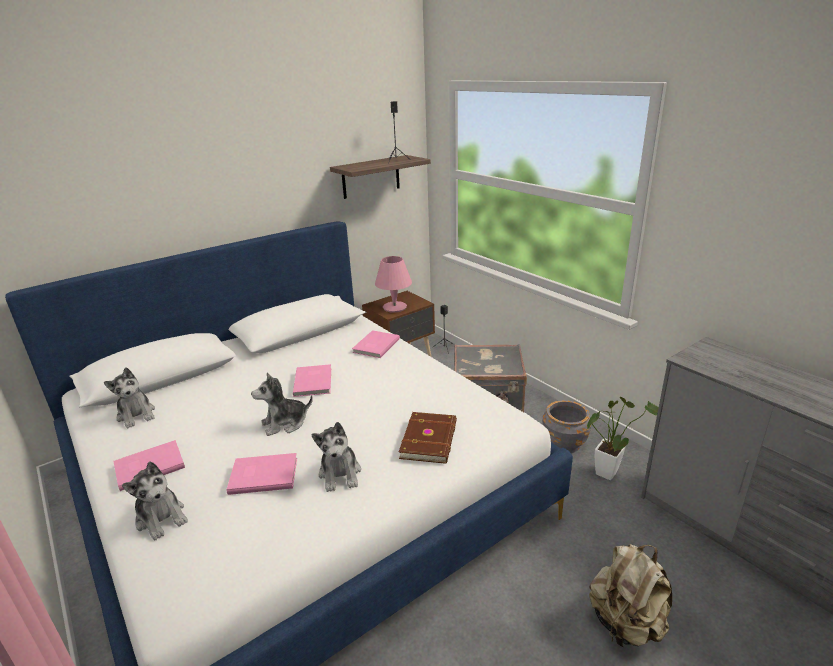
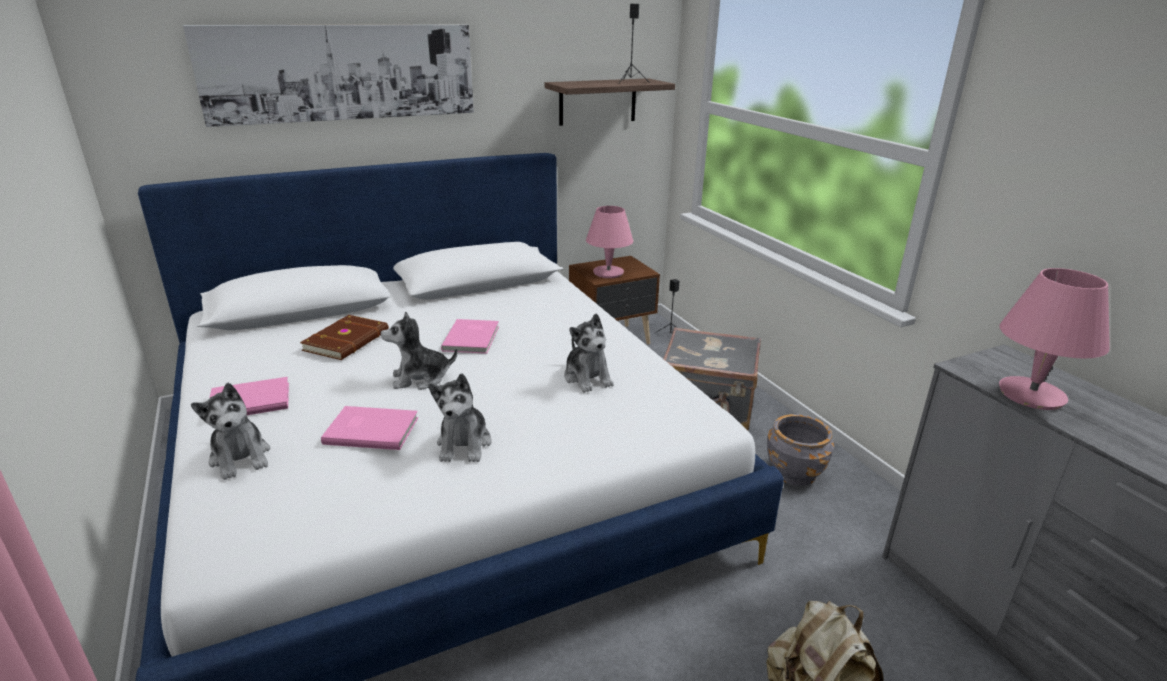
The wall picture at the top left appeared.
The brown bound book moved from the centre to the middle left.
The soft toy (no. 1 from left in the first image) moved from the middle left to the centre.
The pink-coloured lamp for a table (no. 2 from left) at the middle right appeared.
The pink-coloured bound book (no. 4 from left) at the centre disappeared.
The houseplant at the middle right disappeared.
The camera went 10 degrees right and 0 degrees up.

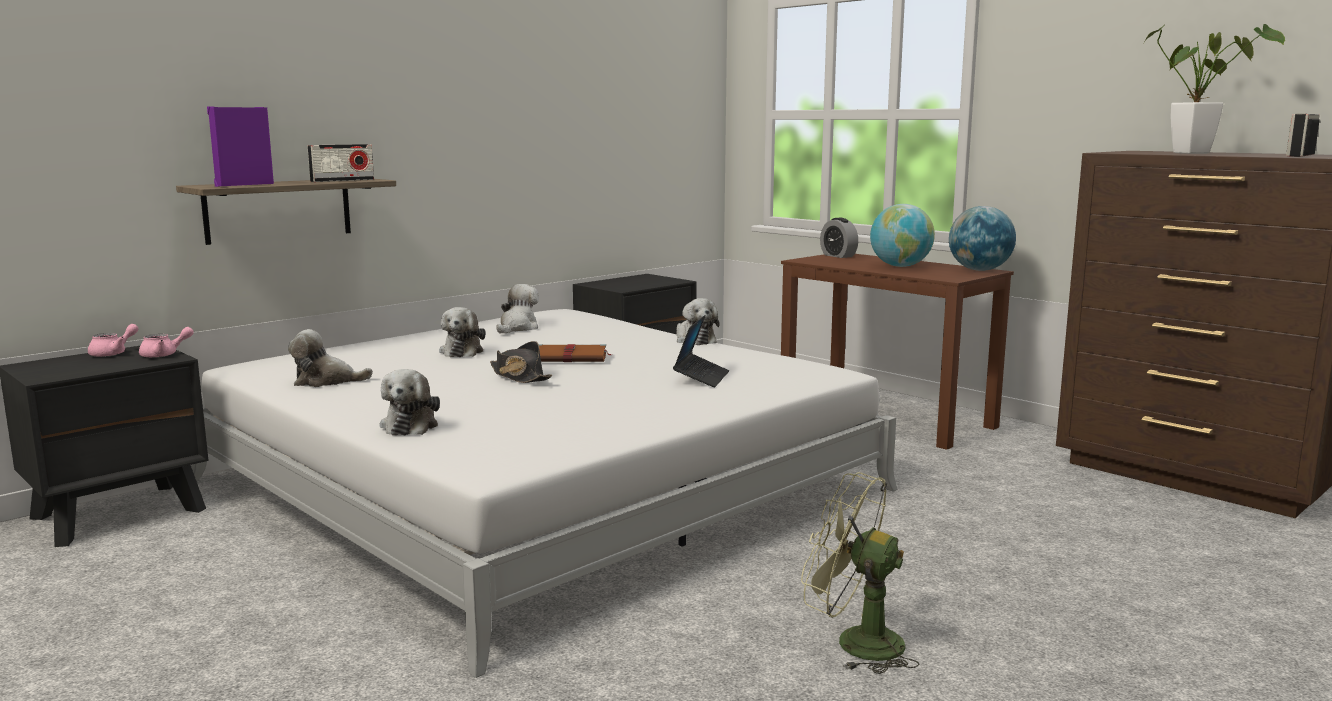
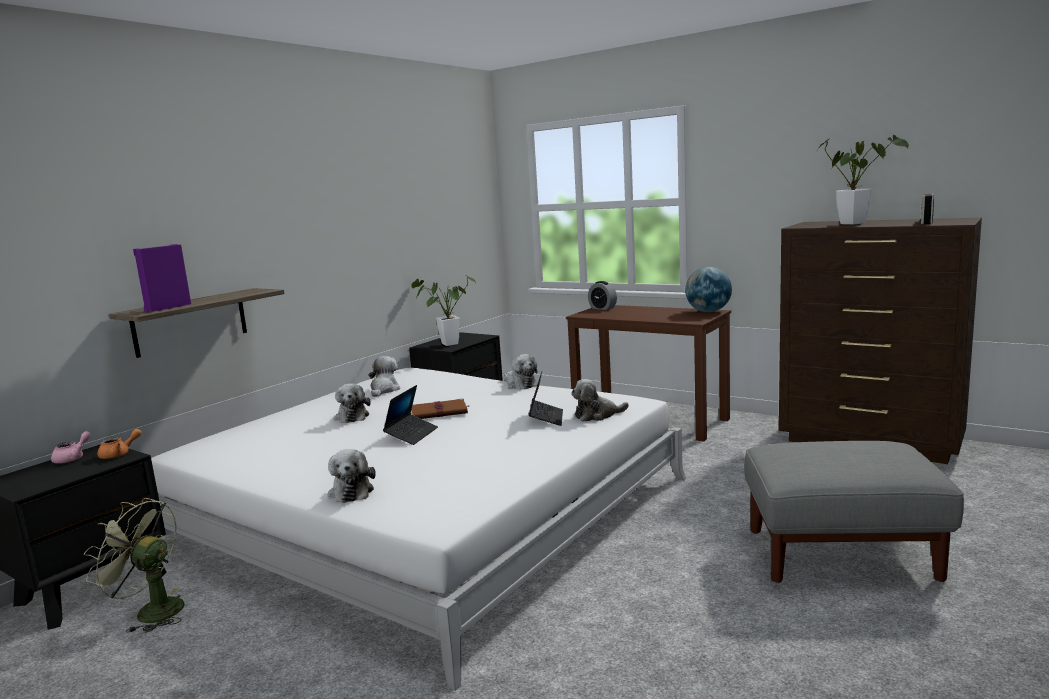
The greenish cooling fan moved from the bottom centre to the bottom left.
The pink-coloured pot for tea (no. 2 from left) at the middle left became the orange-coloured pot for tea at the middle left.
The black-coloured hat at the centre was replaced by the laptop (no. 1 from left) at the centre.
The houseplant (no. 1 from left) at the centre appeared.
The soft toy (no. 1 from left in the first image) moved from the middle left to the centre.
The gray ottoman at the bottom right appeared.
The radio (no. 1 from left) at the top left disappeared.
The globe (no. 1 from left) at the middle right disappeared.
The camera went 10 degrees left and 0 degrees up.

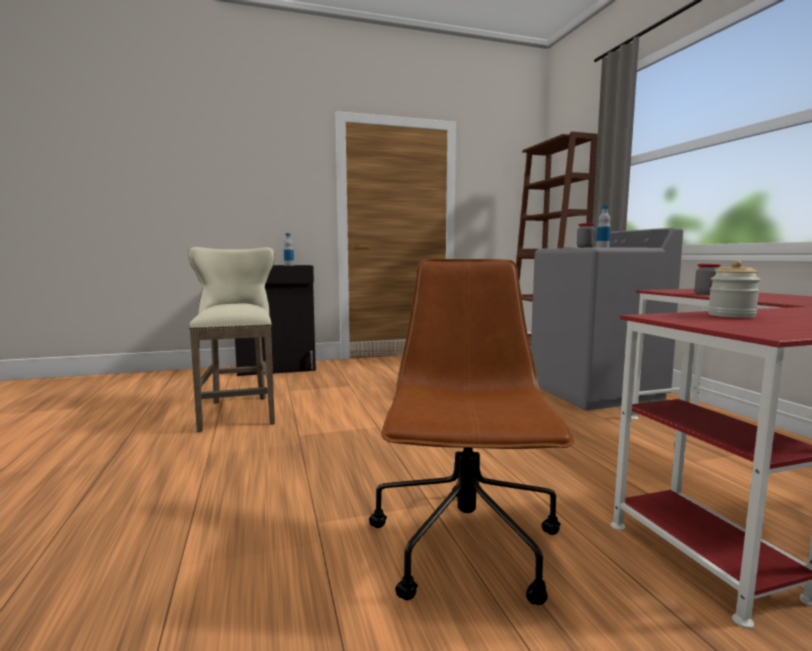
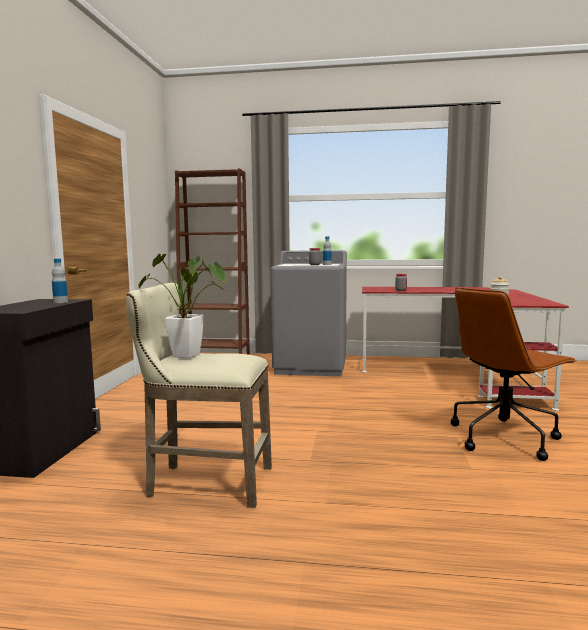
The houseplant at the middle left appeared.
The brown desk chair at the centre turned 60 degrees counterclockwise.
The camera went 65 degrees left and 0 degrees up.

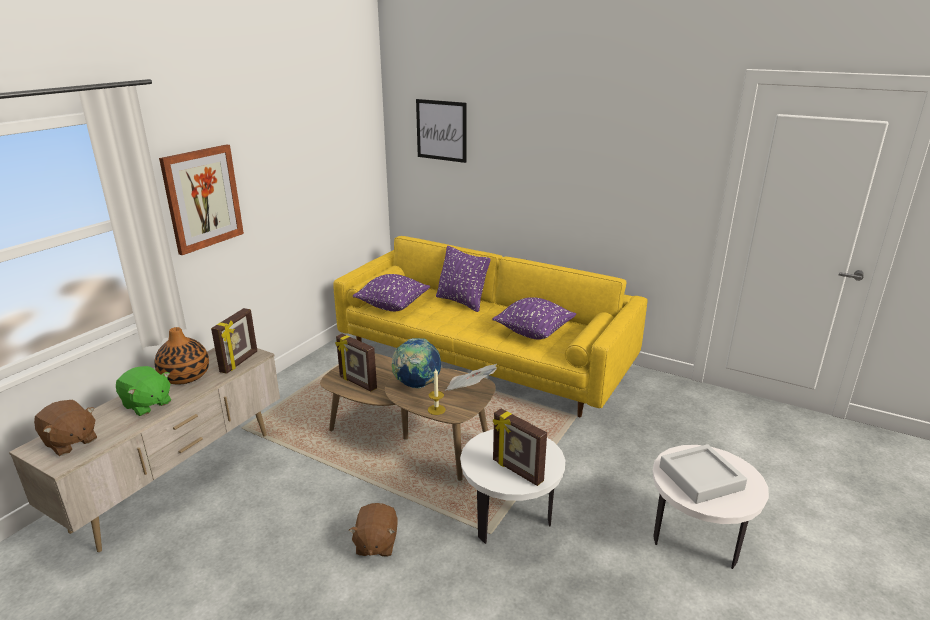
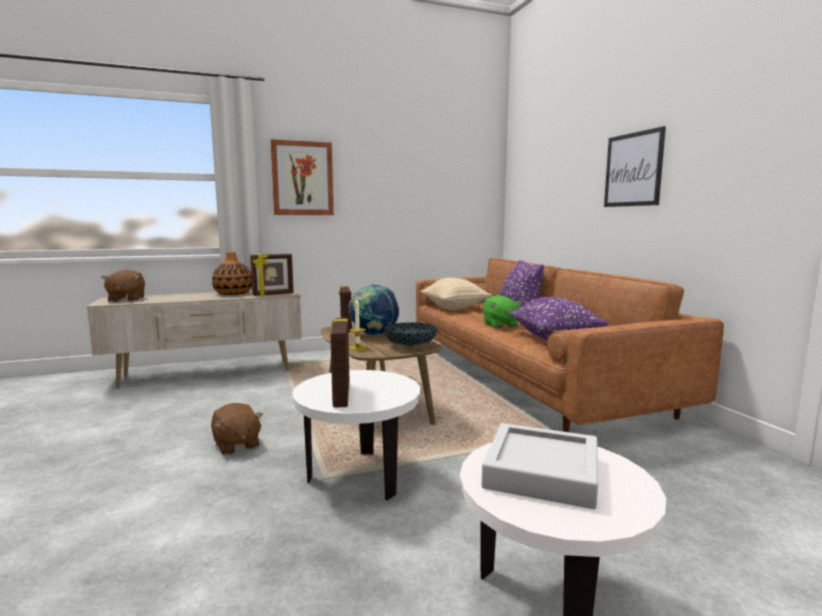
The brown soft toy (no. 2 from left) at the bottom centre turned 75 degrees counterclockwise.
The newspaper at the centre was replaced by the serving bowl at the centre.
The yellowish sofa at the centre became the brown sofa at the middle right.
The purplish throw pillow (no. 1 from left) at the centre became the beige throw pillow at the centre.
The greenish soft toy moved from the middle left to the centre.
The wall picture (no. 2 from left) moved from the top centre to the top right.
The camera went 40 degrees right and 15 degrees down.

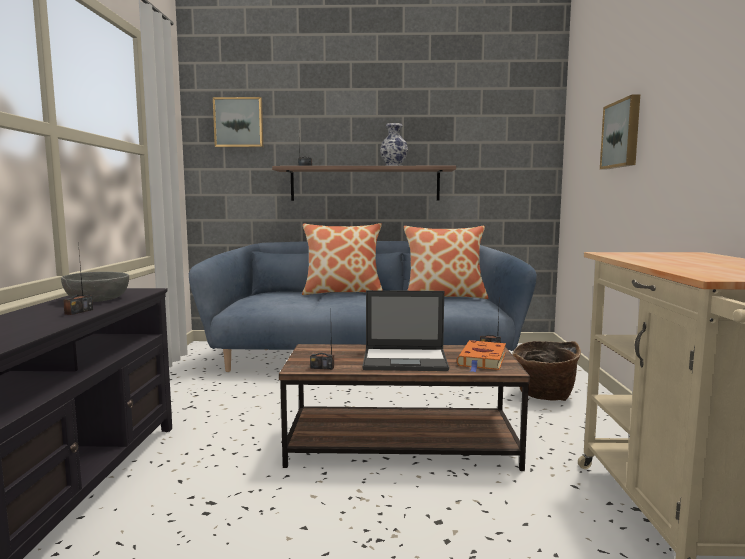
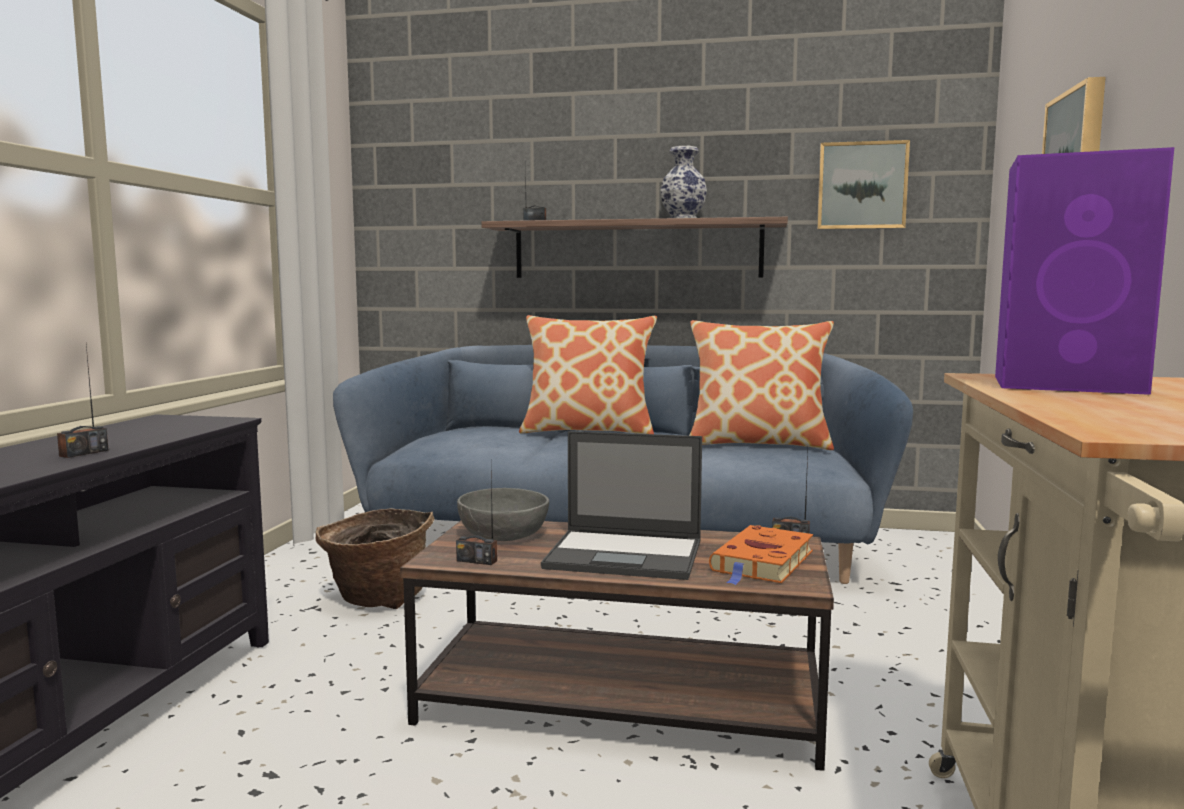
The household basket moved from the middle right to the bottom left.
The gray serving bowl moved from the middle left to the centre.
The wall picture (no. 1 from left) moved from the top left to the top right.
The purplish speaker at the middle right appeared.
The camera went 10 degrees right and 0 degrees up.

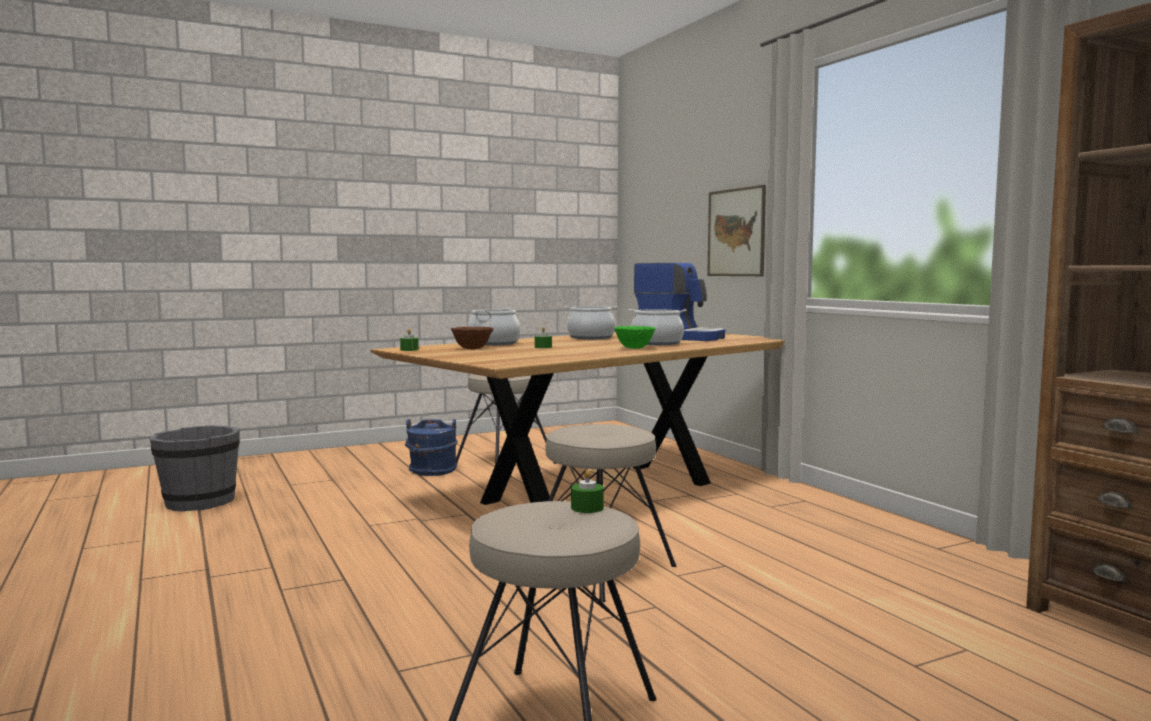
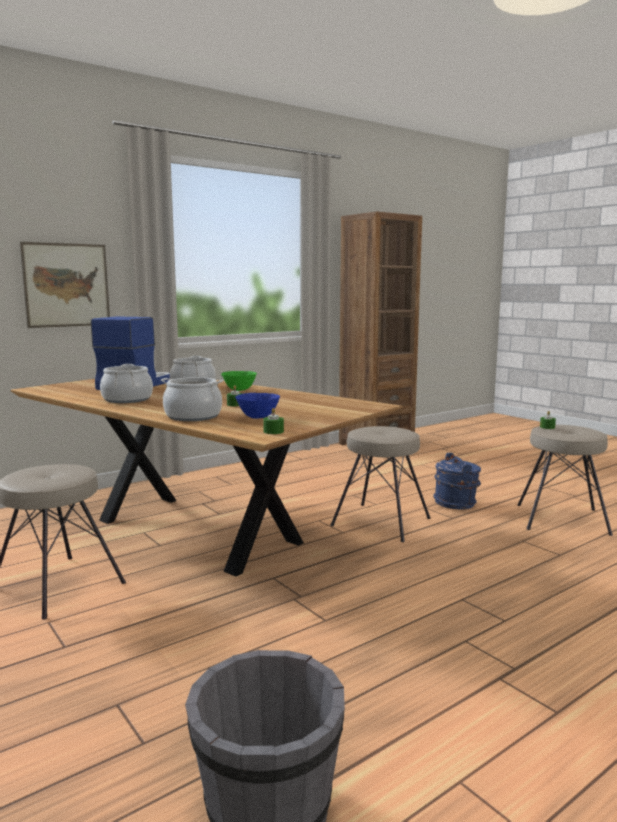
The brown serving bowl at the centre became the bluish serving bowl at the centre.
The bluish bucket moved from the centre to the middle right.
The camera went 100 degrees left and 5 degrees up.

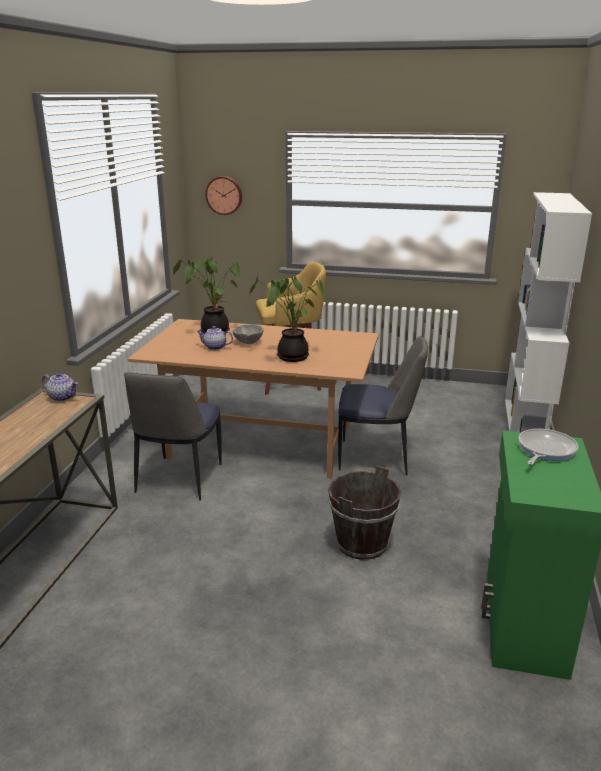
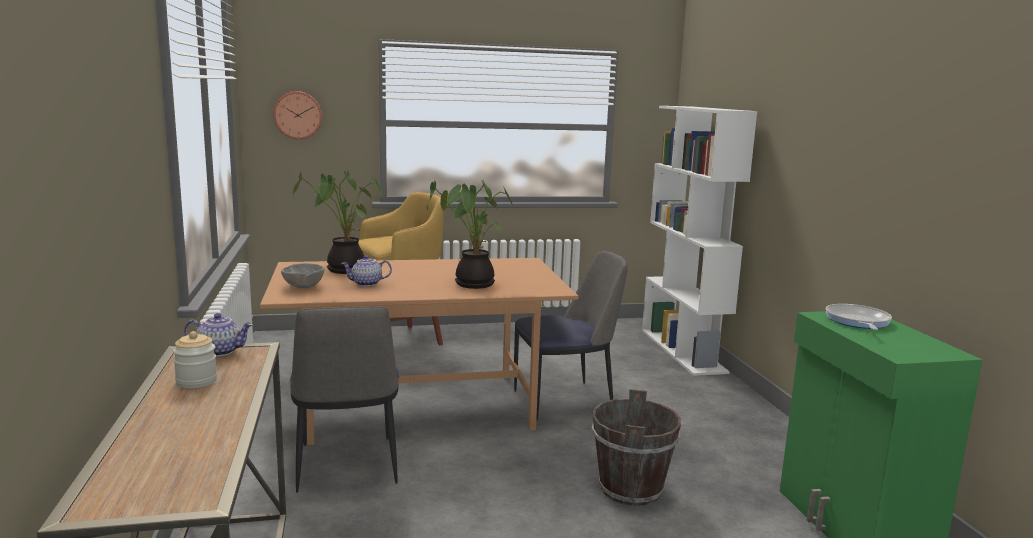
The storage jar at the bottom left appeared.
The gray serving bowl moved from the centre to the middle left.
The camera went 25 degrees left and 10 degrees down.

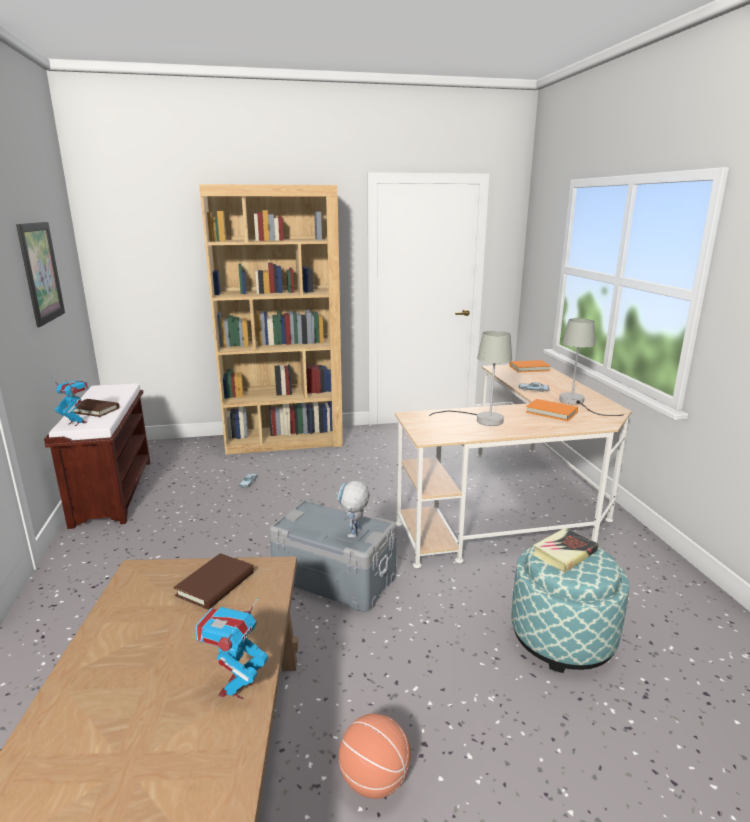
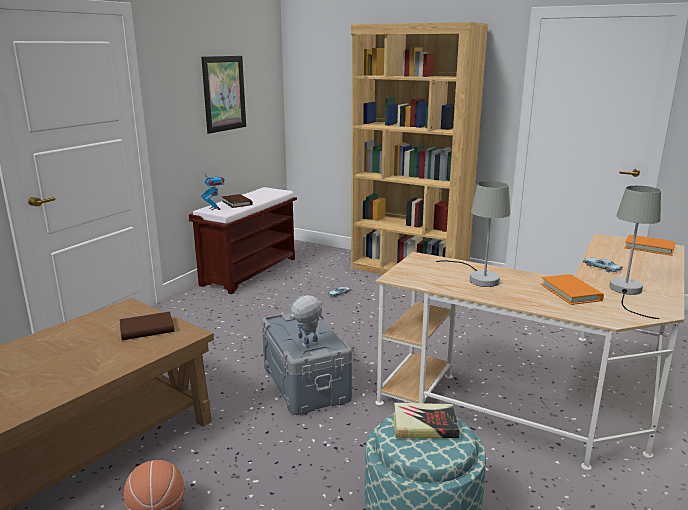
The robot figure (no. 2 from left) at the bottom left disappeared.
The camera went 40 degrees right and 0 degrees up.

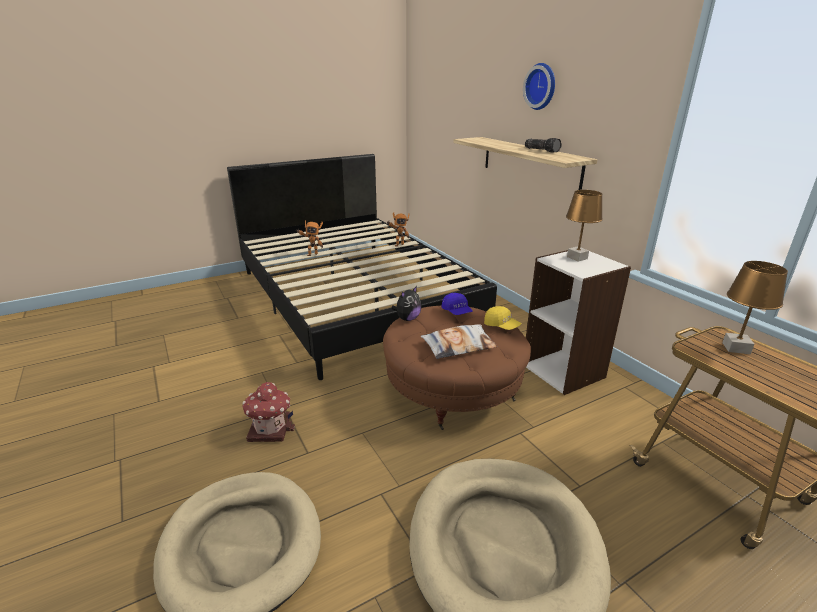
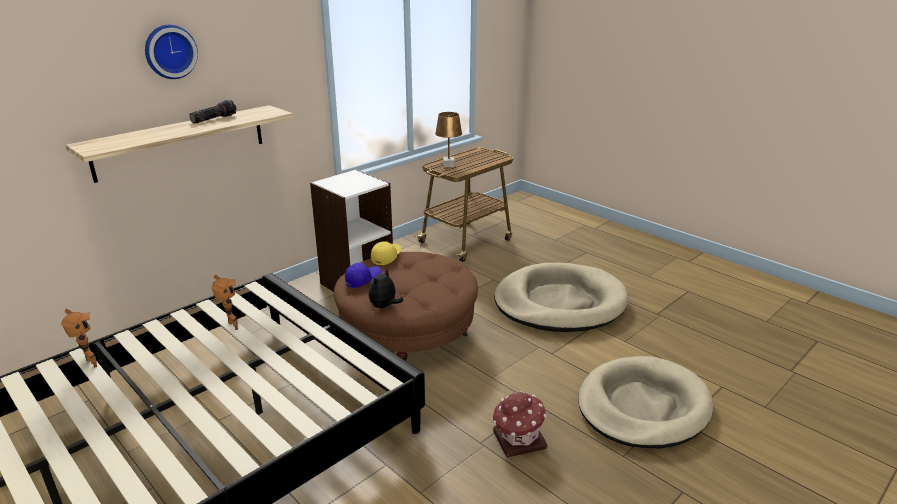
The robot figure (no. 1 from left in the first image) moved from the centre to the middle left.
The soft toy at the centre turned 90 degrees counterclockwise.
The throw pillow at the centre disappeared.
The brown lamp for a table (no. 1 from left) at the middle right disappeared.
The camera went 105 degrees left and 0 degrees up.

